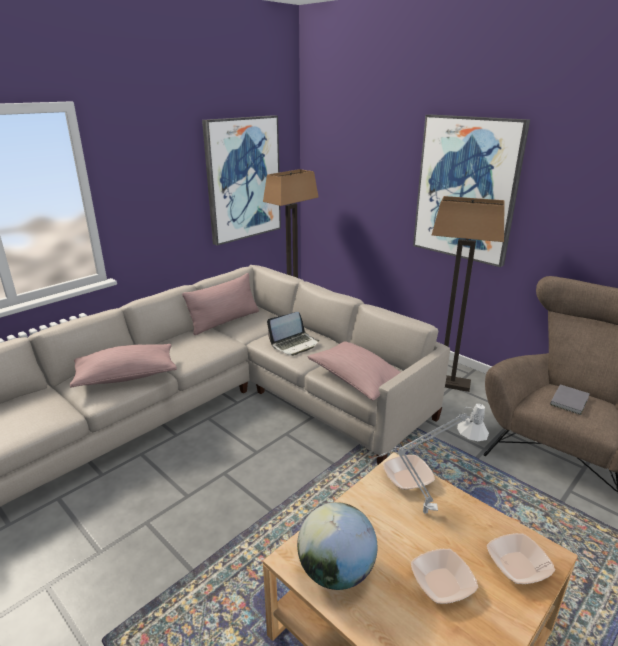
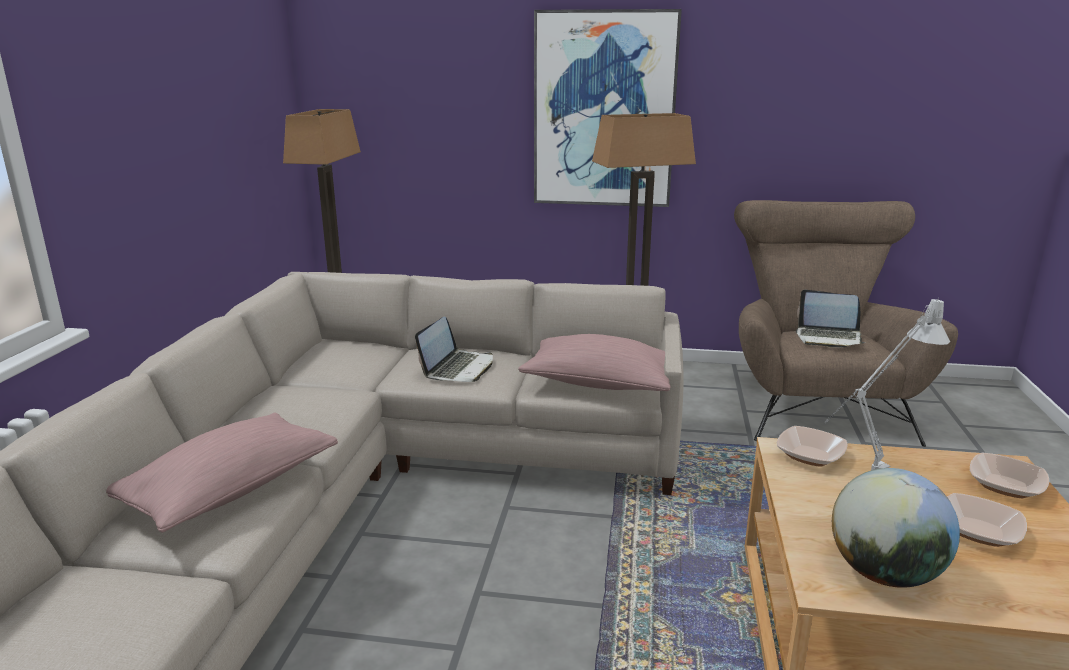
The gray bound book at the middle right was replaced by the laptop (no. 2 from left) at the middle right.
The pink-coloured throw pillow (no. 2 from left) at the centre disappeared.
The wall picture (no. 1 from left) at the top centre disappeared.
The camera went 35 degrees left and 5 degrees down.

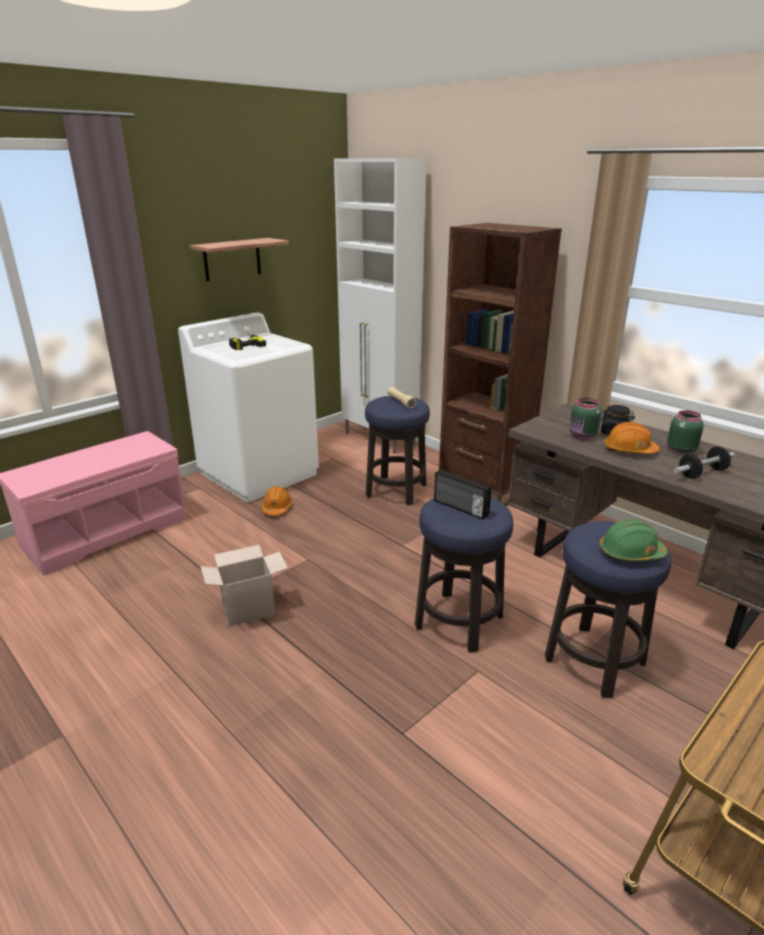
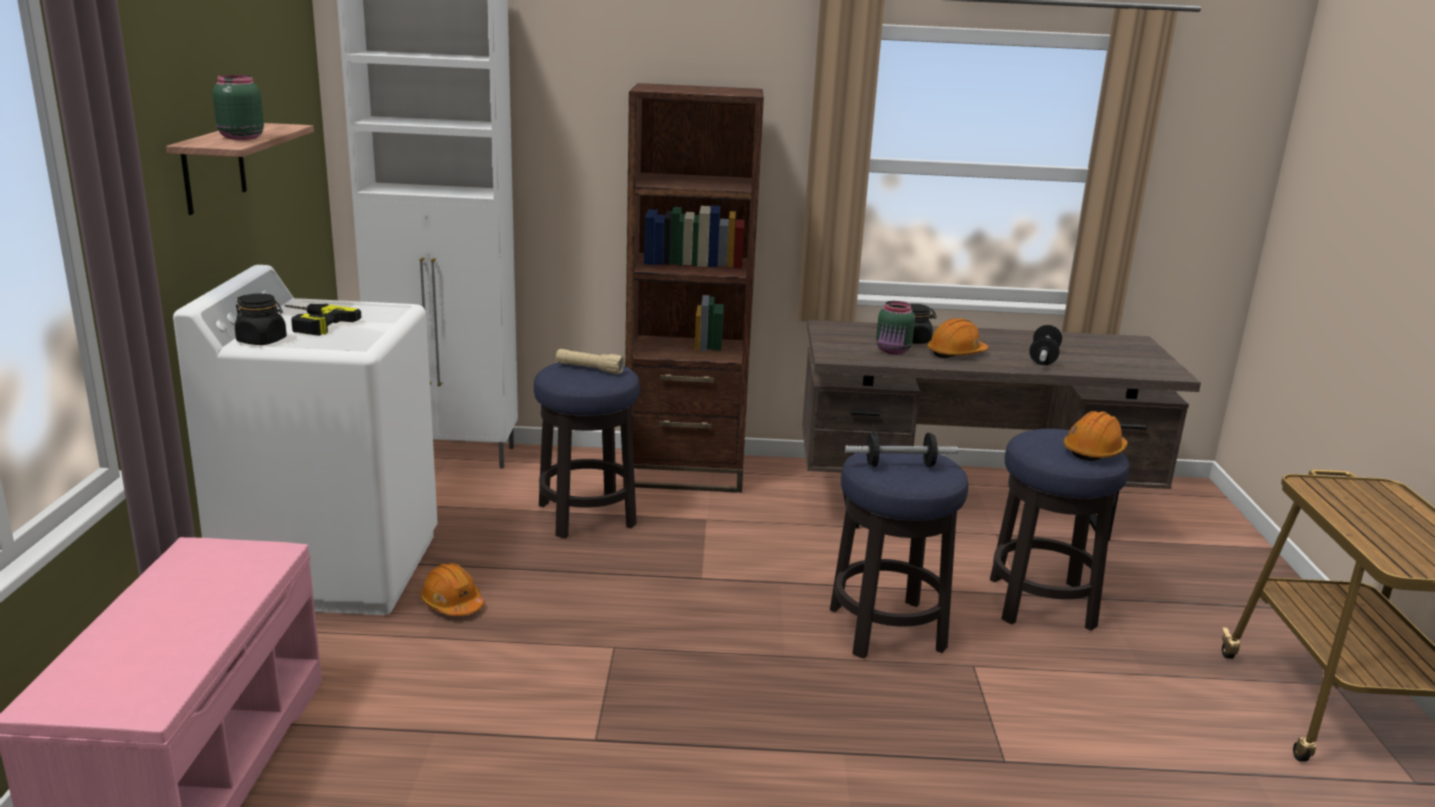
The greenish storage jar (no. 2 from left in the first image) moved from the middle right to the top left.
The black-coloured storage jar (no. 1 from left) at the middle left appeared.
The radio at the centre was replaced by the dumbbell (no. 1 from left) at the centre.
The greenish safety helmet at the middle right became the orange-coloured safety helmet (no. 3 from left) at the middle right.
The carton at the middle left disappeared.
The camera went 45 degrees left and 5 degrees down.

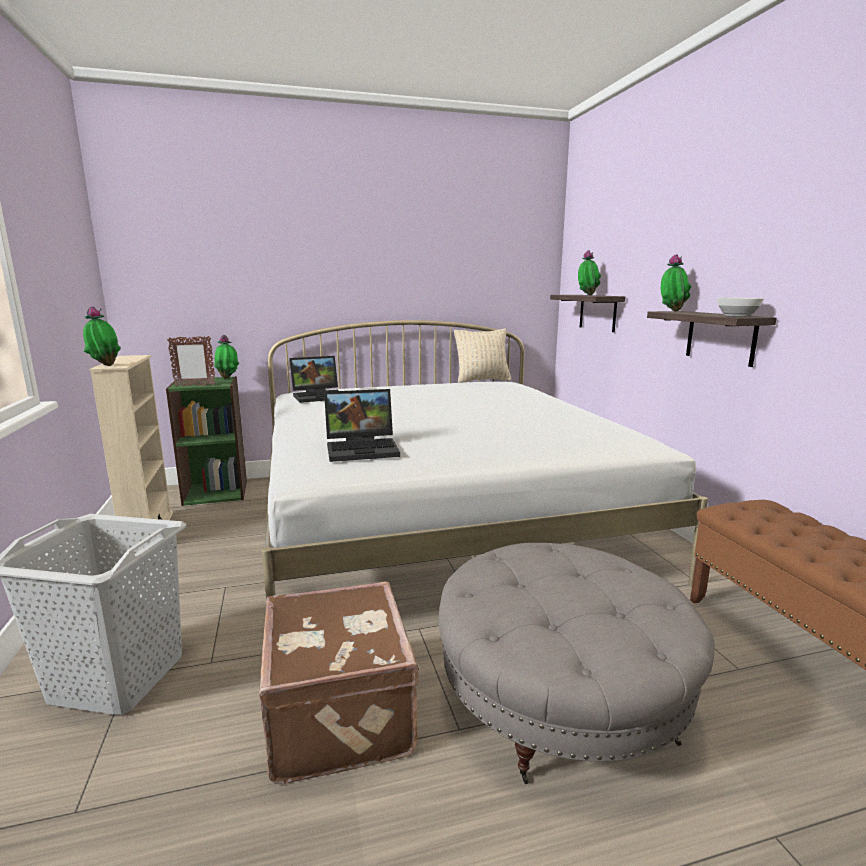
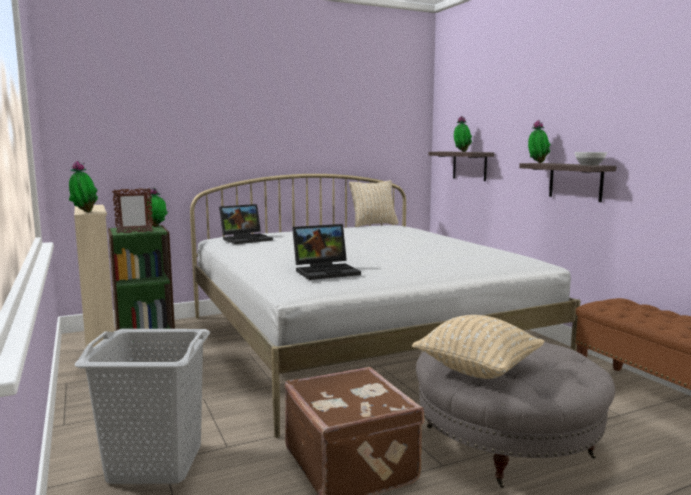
The beige throw pillow (no. 2 from left) at the bottom right appeared.
The camera went 10 degrees left and 5 degrees down.

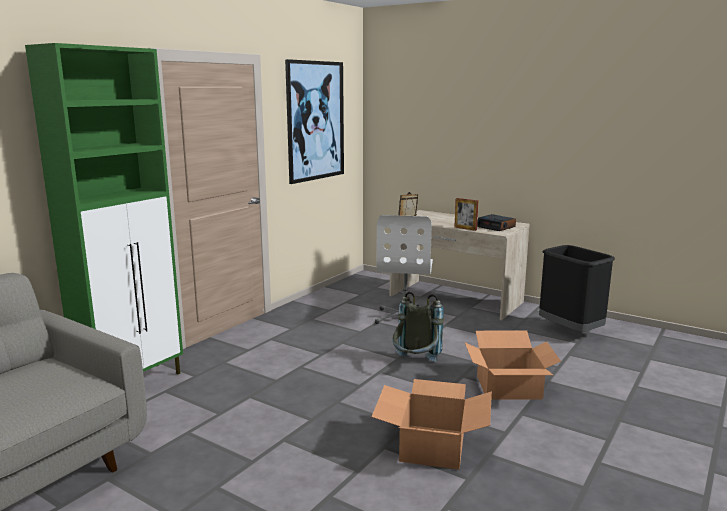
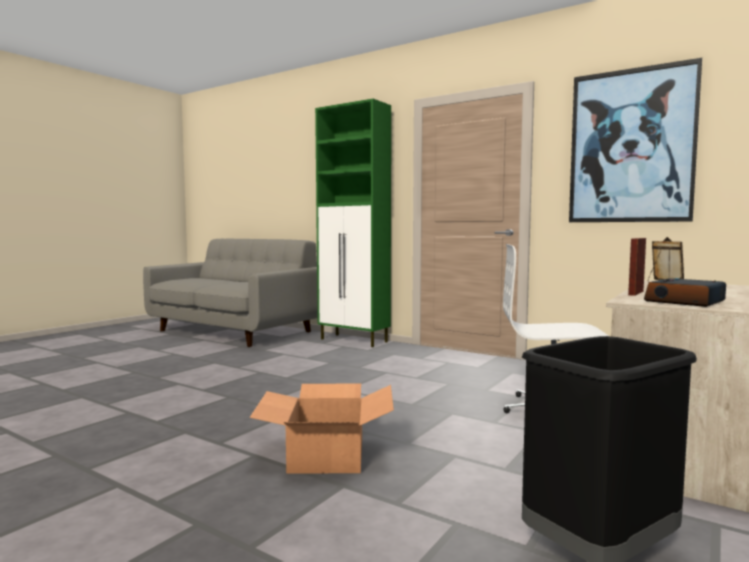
The carton (no. 1 from left) at the bottom centre disappeared.
The gray backpack at the centre disappeared.
The camera went 90 degrees right and 10 degrees down.

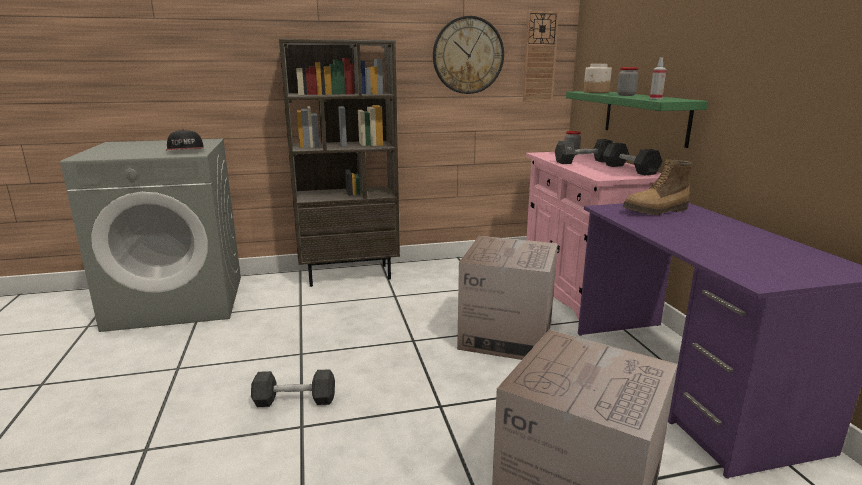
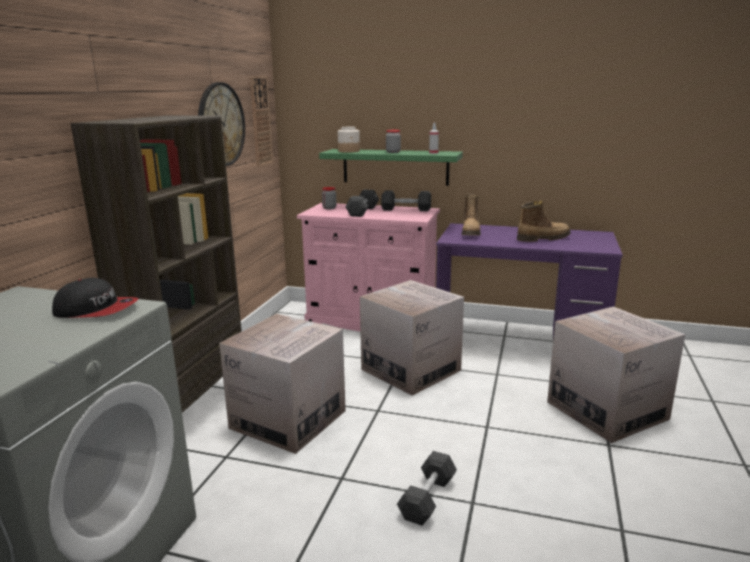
The carton (no. 1 from left) at the bottom centre appeared.
The high-top boot (no. 2 from left) at the middle right appeared.
The camera went 60 degrees left and 0 degrees up.

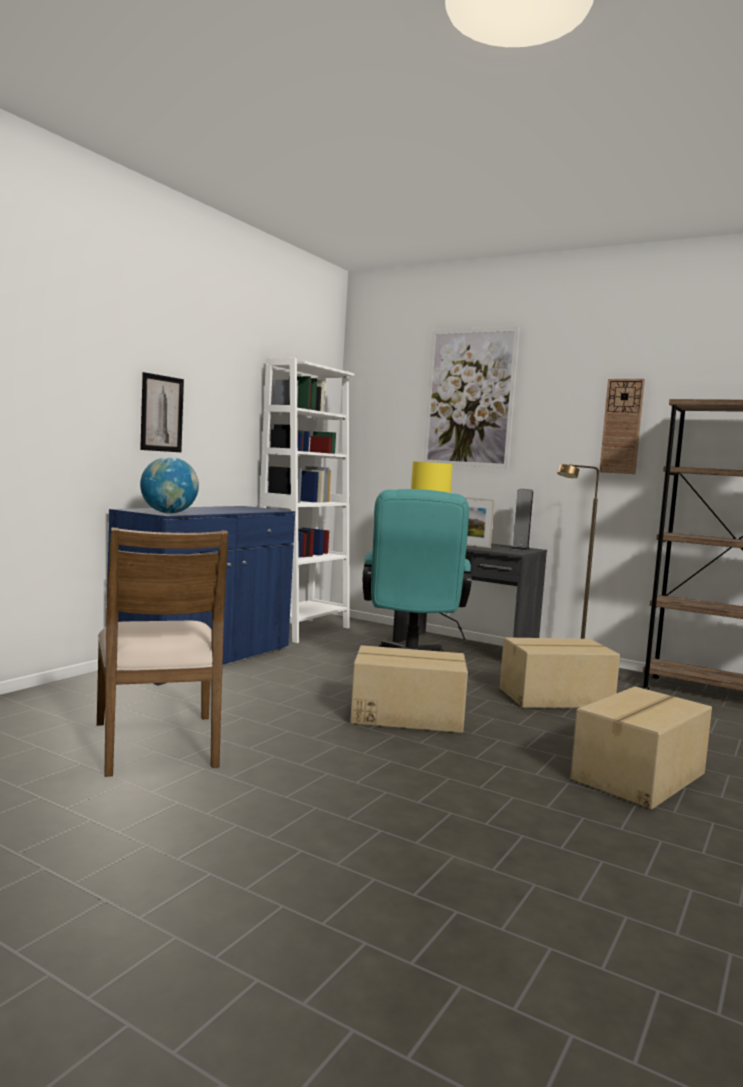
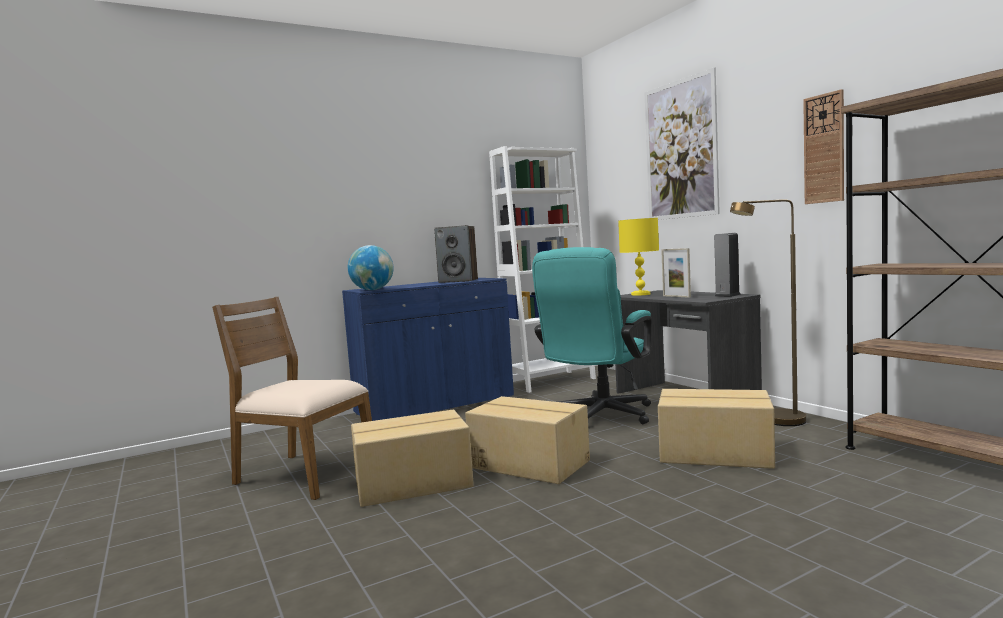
The brown upright chair at the middle left turned 105 degrees clockwise.
The carton (no. 3 from left in the first image) moved from the bottom right to the bottom centre.
The speaker (no. 1 from left) at the centre appeared.
The wall picture (no. 1 from left) at the middle left disappeared.
The camera went 30 degrees right and 0 degrees up.

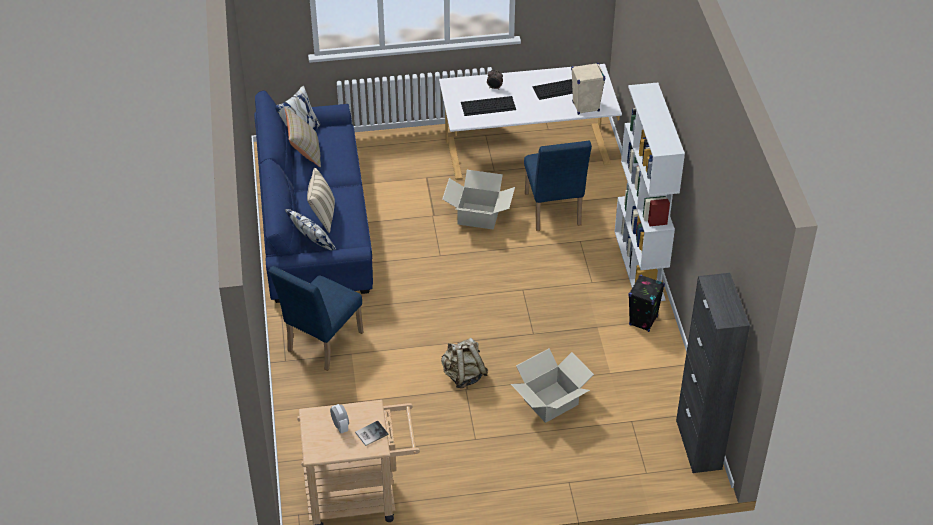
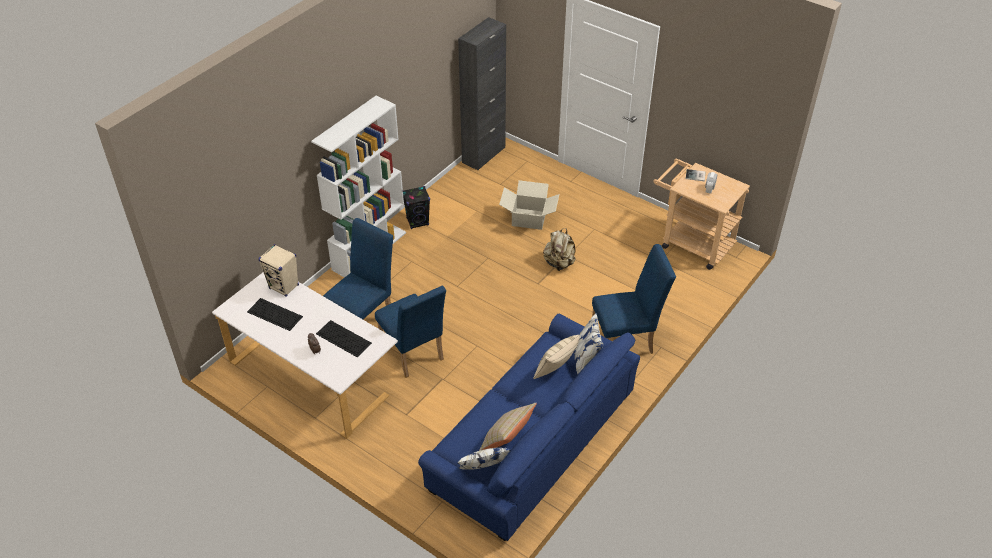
The carton (no. 1 from left) at the centre was replaced by the bluish upright chair (no. 2 from left) at the centre.
The camera went 135 degrees left and 0 degrees up.

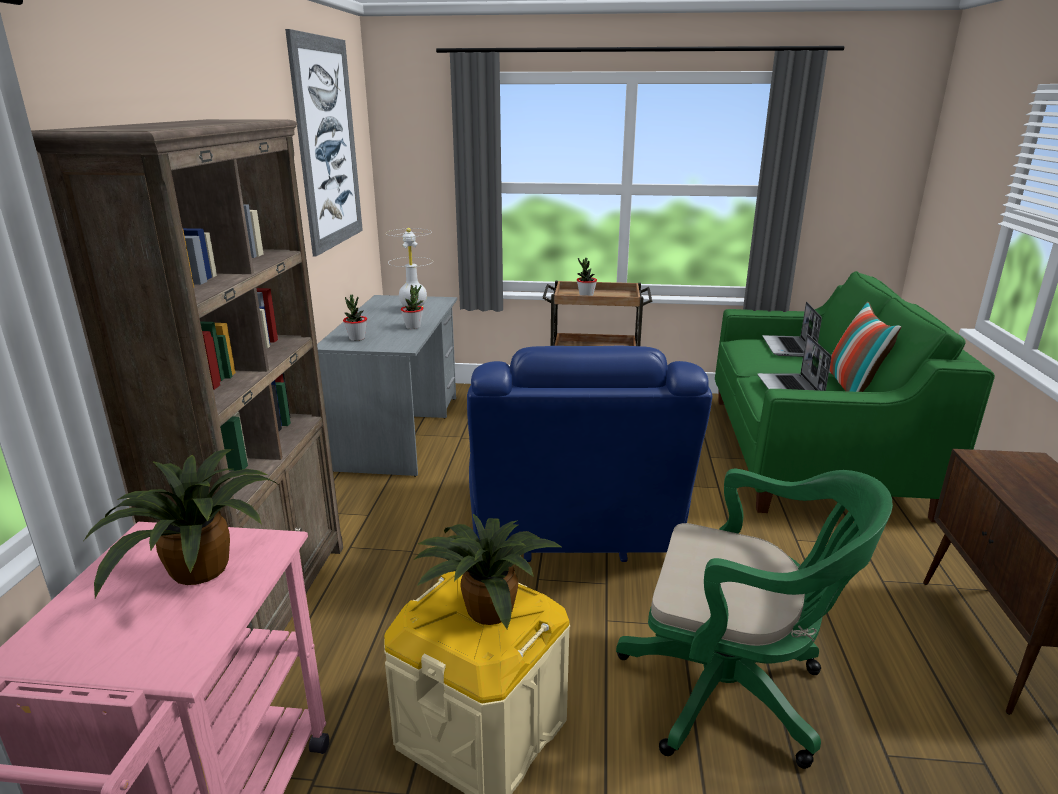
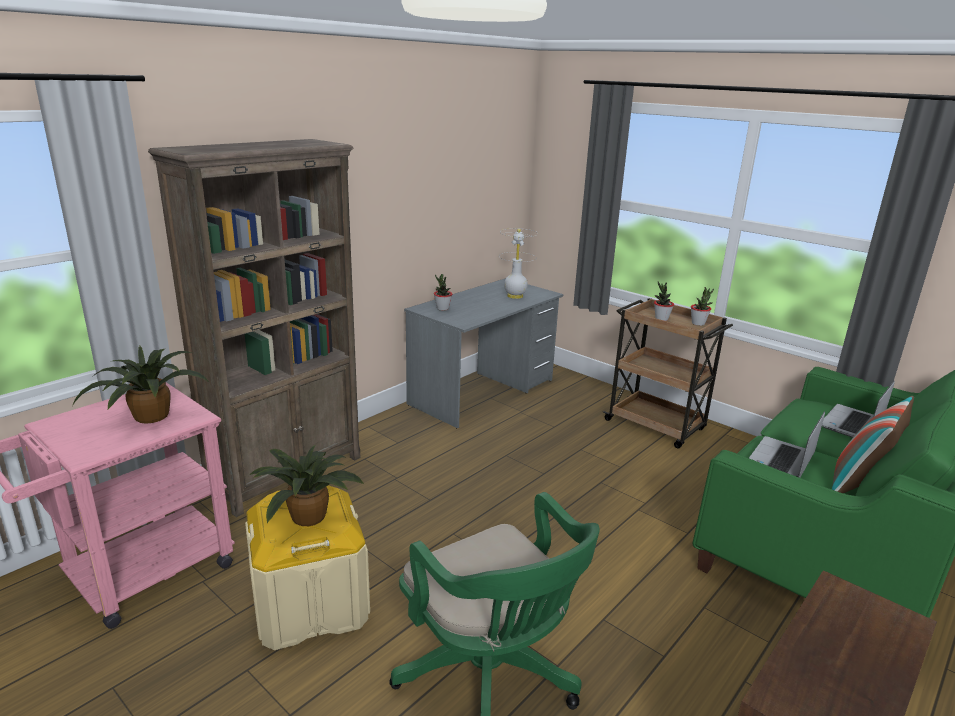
The houseplant (no. 3 from left in the first image) moved from the centre to the middle right.
The wall picture at the top left disappeared.
The bluish easy chair at the centre disappeared.
The camera went 35 degrees right and 0 degrees up.

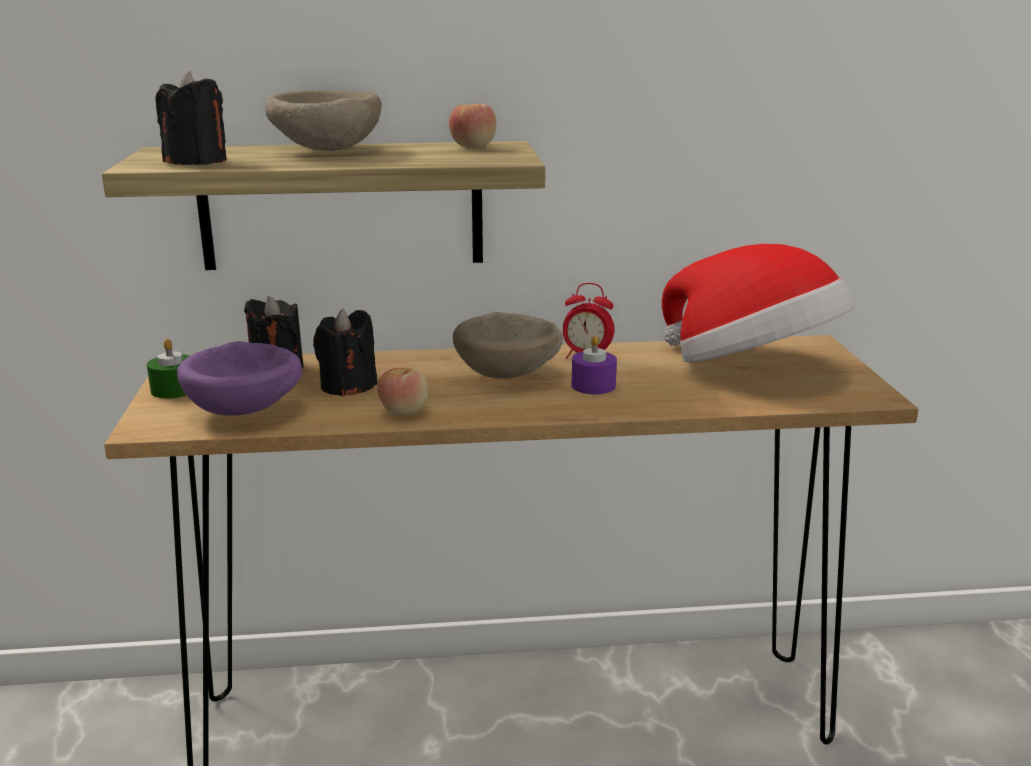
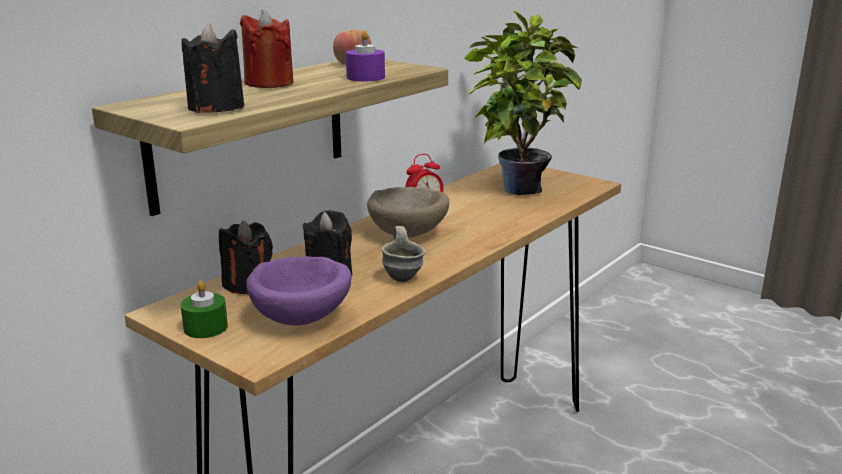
The beige serving bowl (no. 1 from left) at the top left was replaced by the red-coloured candle at the top left.
The purplish candle moved from the centre to the top centre.
The apple fruit (no. 1 from left) at the centre was replaced by the gray mug at the centre.
The hat at the middle right was replaced by the houseplant at the top centre.
The camera went 45 degrees left and 0 degrees up.

